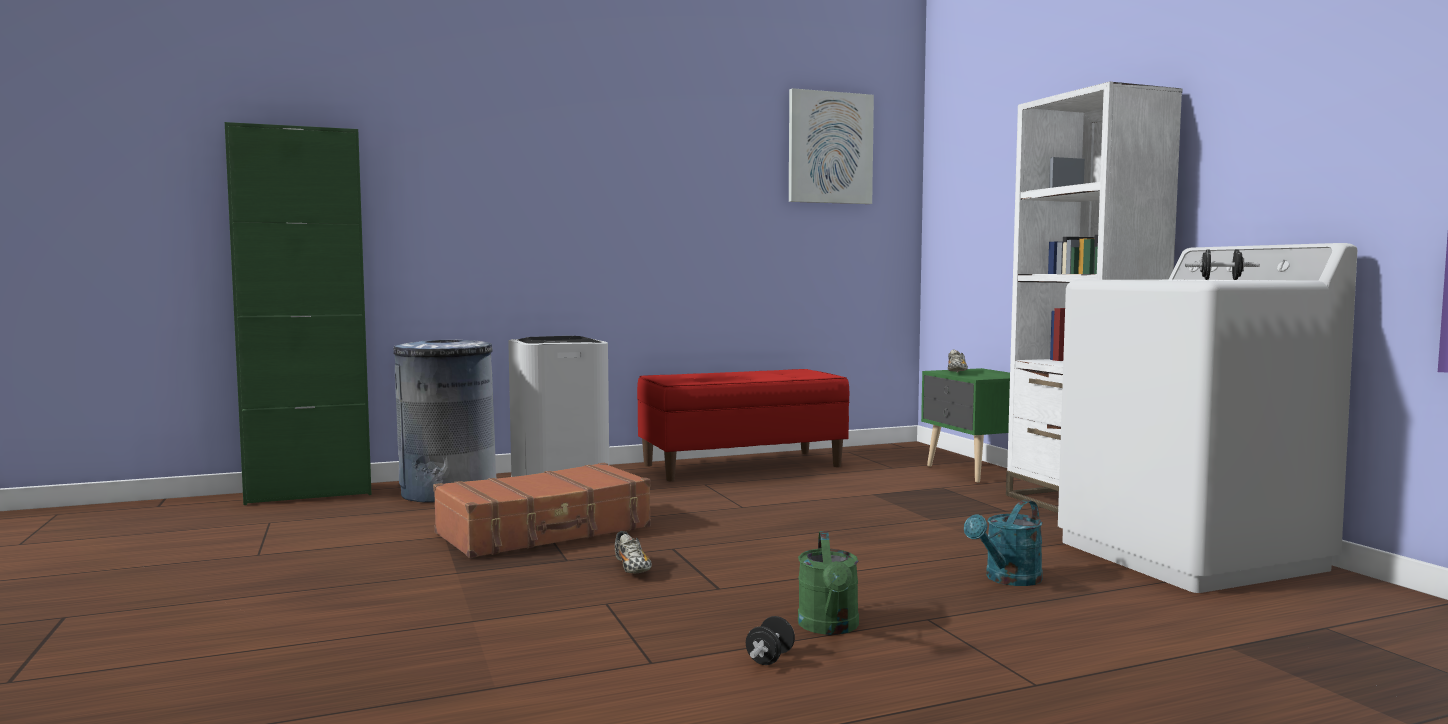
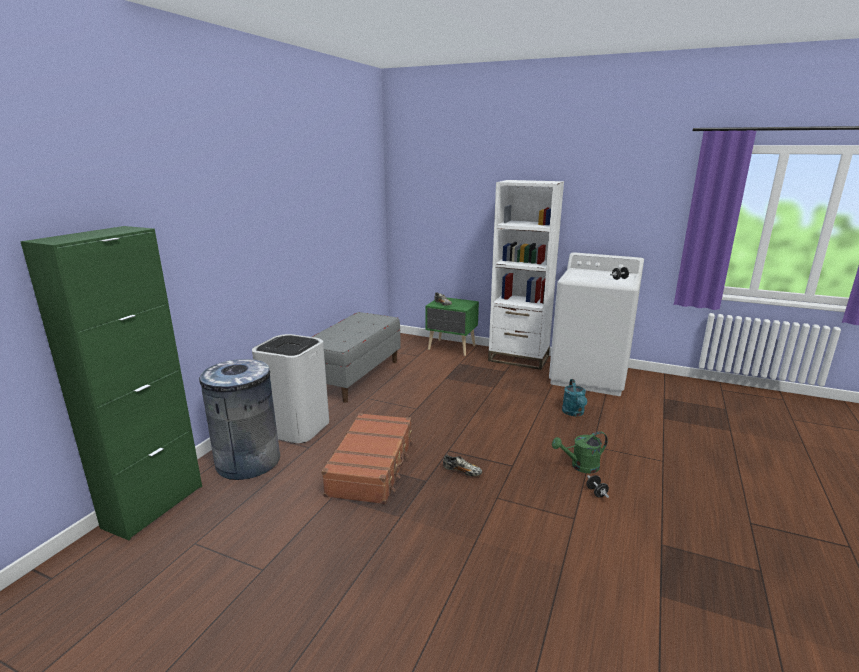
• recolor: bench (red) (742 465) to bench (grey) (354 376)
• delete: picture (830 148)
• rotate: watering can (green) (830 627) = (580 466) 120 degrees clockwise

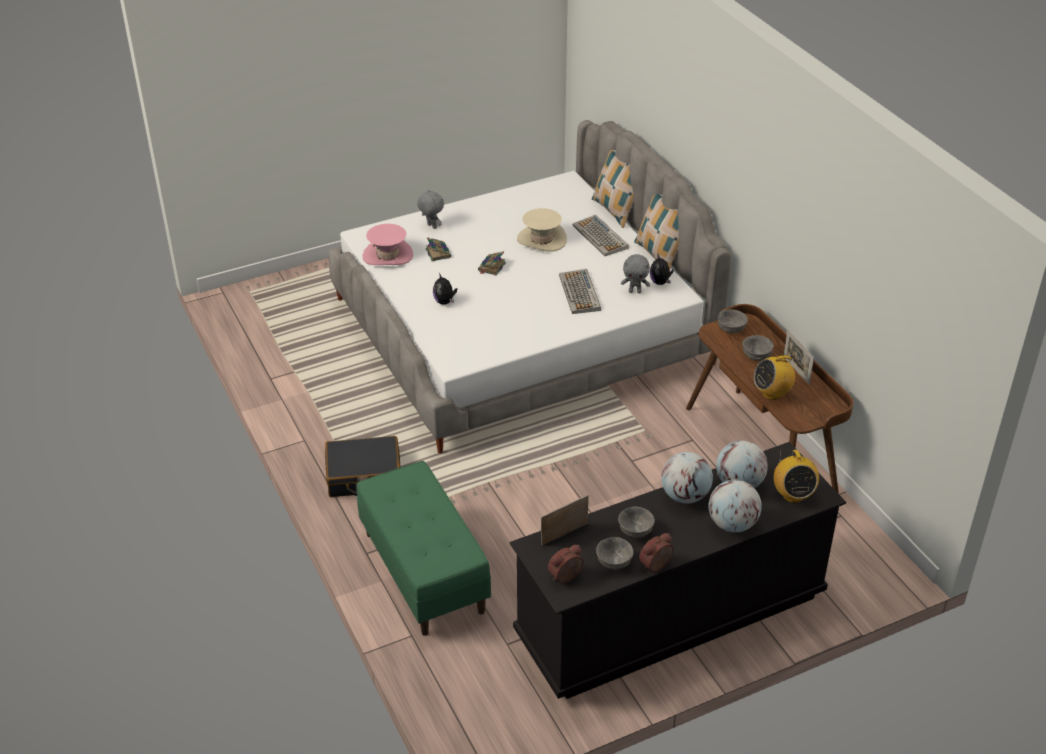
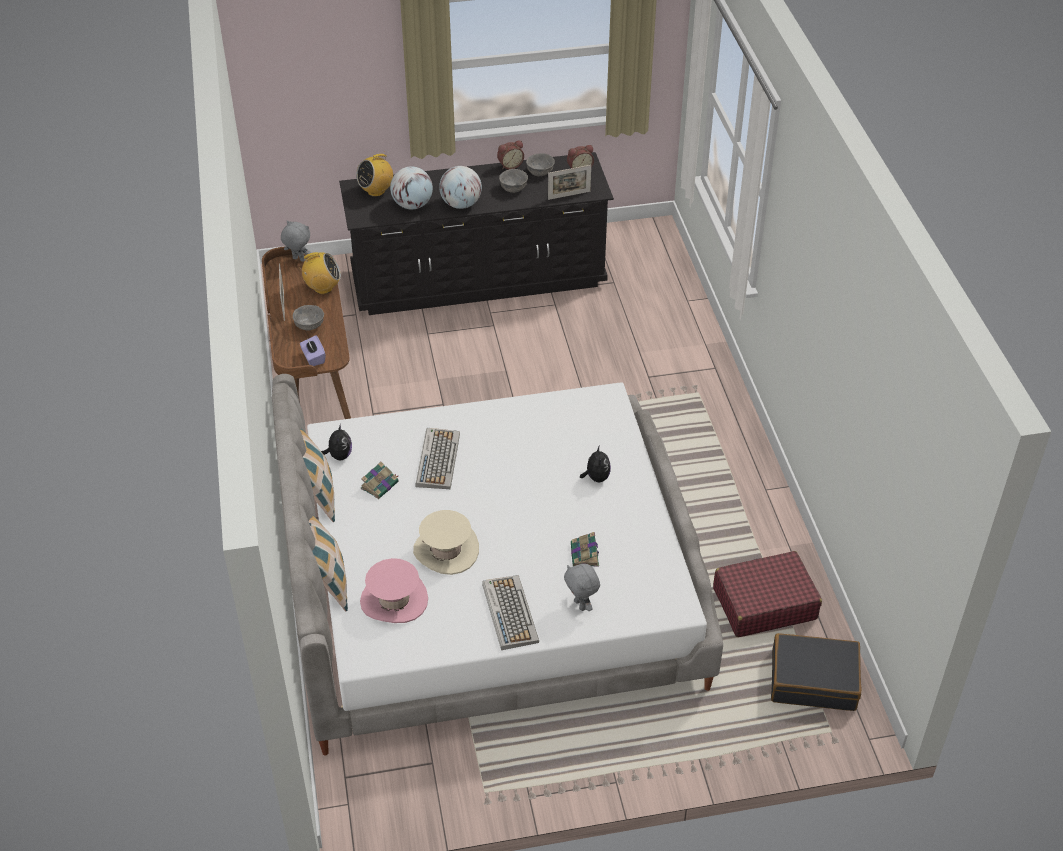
• move: suitcase (black) (364 476) to (813 680)
• delete: bench (green) (423 572)
• move: hat (pink) (387 255) to (394 600)
• move: book (491 267) to (380 485)
• move: keyboard (601 237) to (509 612)
• move: plush toy (grey) (635 291) to (298 259)
• delete: globe (732 524)
• replace: bowl (grey) (730 329) to tissue box (purple) (313 358)
• rotate: radio (793 495) = (376 191) 135 degrees counterclockwise
• insert: suitcase (red) (764 603)

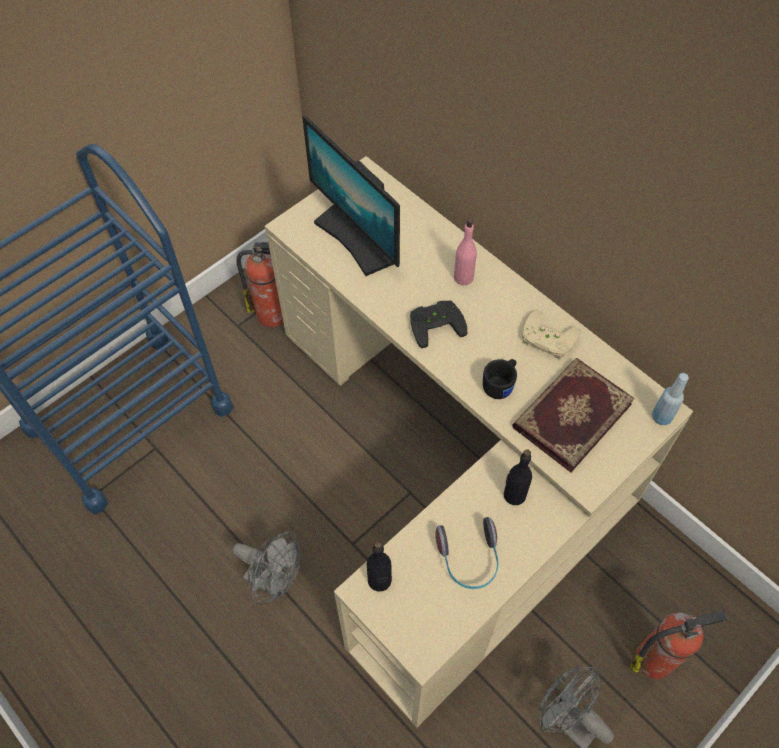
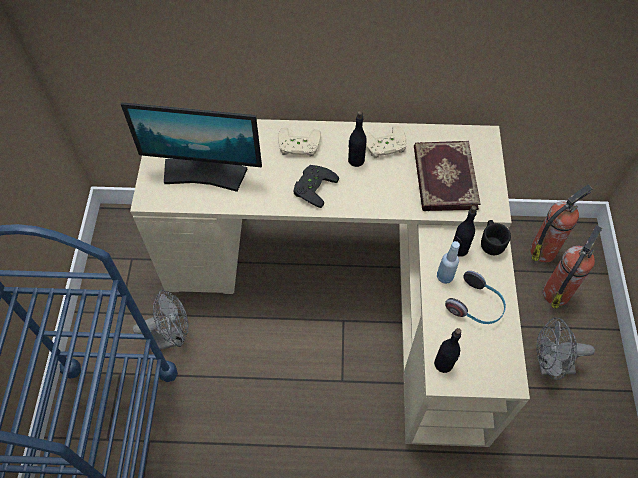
• move: fan (grey) (274 581) to (172 337)
• move: fire extinguisher (273 315) to (544 250)
• replace: bottle (pink) (463 277) to game controller (beige) (298 146)
• move: mug (black) (501 385) to (491 242)
• move: bottle (blue) (661 417) to (444 277)
• insert: bottle (black) (356 160)

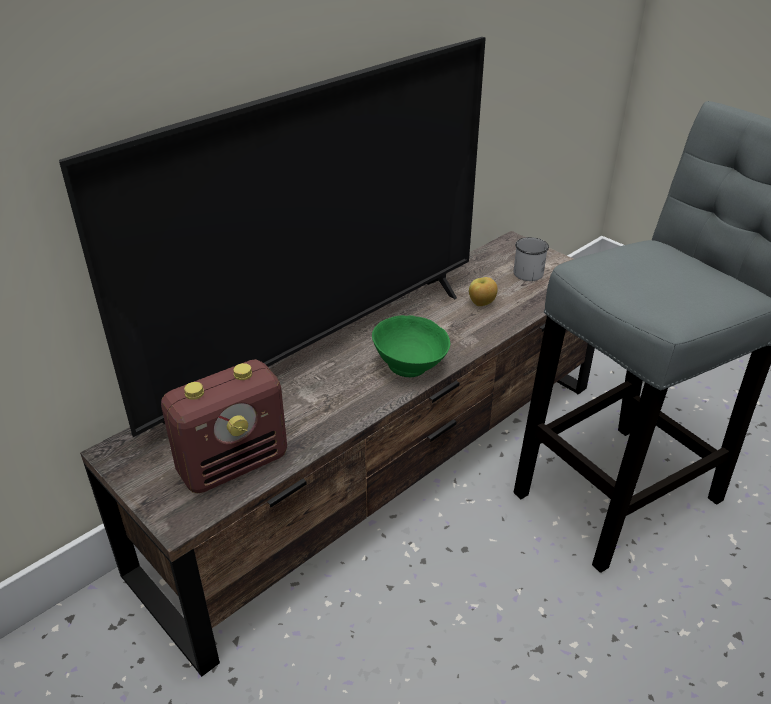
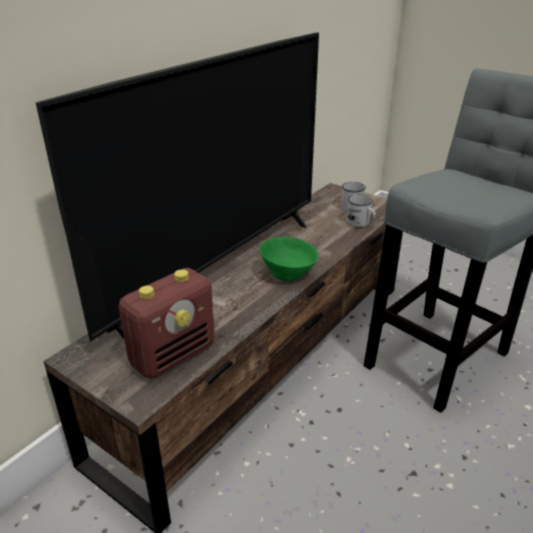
• delete: apple (481 303)
• insert: mug (white) (361 223)

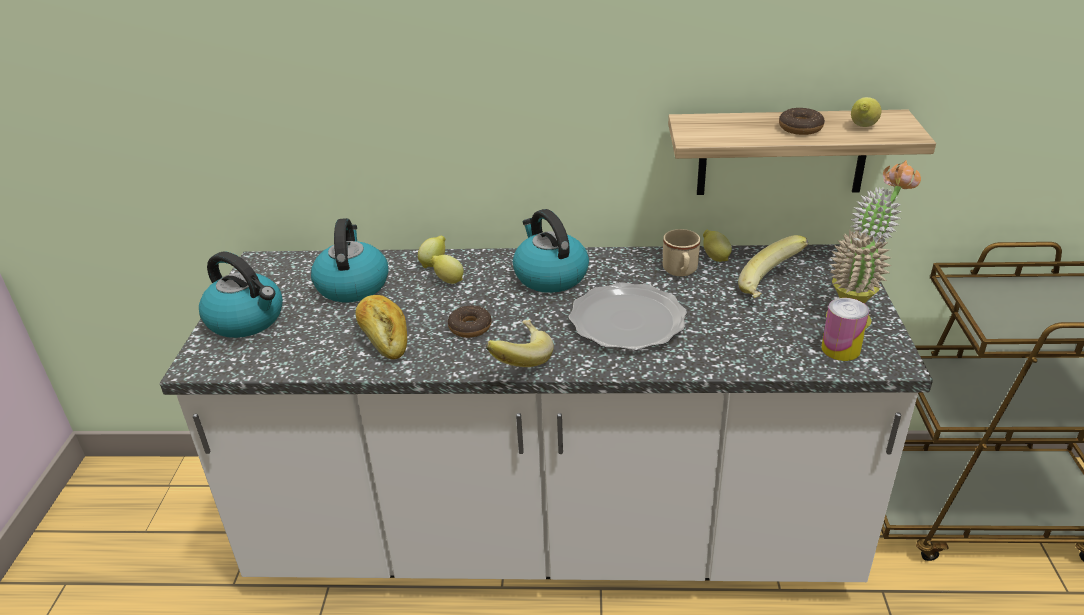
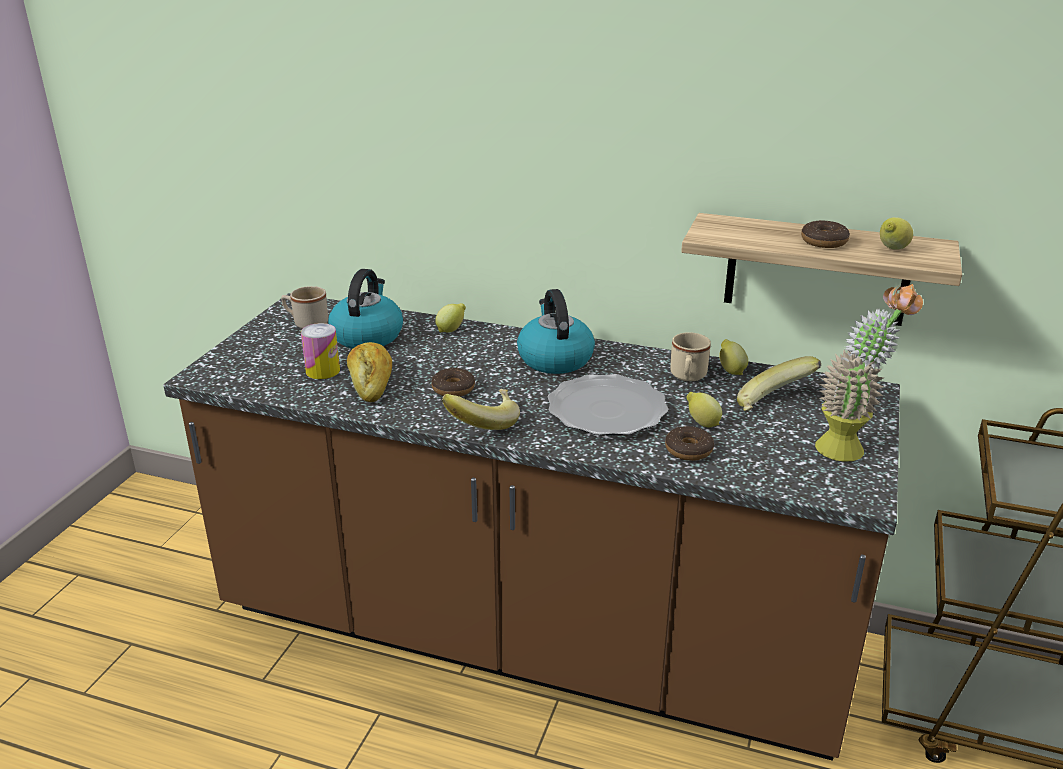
• recolor: counter (white) (552 532) to counter (brown) (531 635)
• delete: kettle (247 320)
• move: lemon (448 281) to (702 423)
• move: can (840 349) to (322 371)
• insert: mug (beige) (306 323)
• insert: donut (688 450)

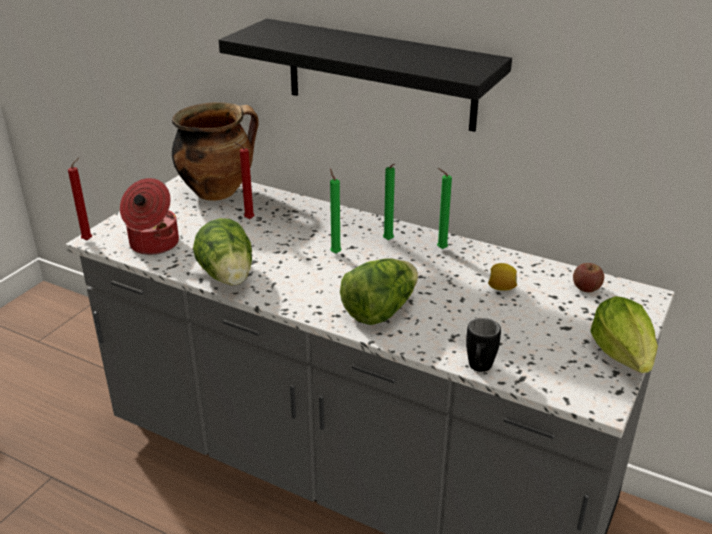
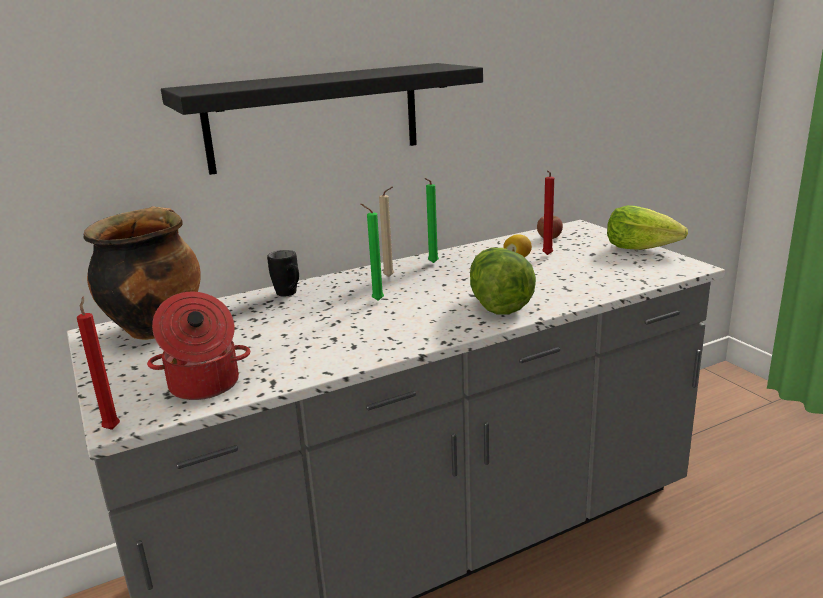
• delete: lettuce (228 277)
• move: candle (red) (247 219) to (546 255)
• recolor: candle (green) (389 241) to candle (beige) (390 277)
• move: mug (black) (478 369) to (289 294)

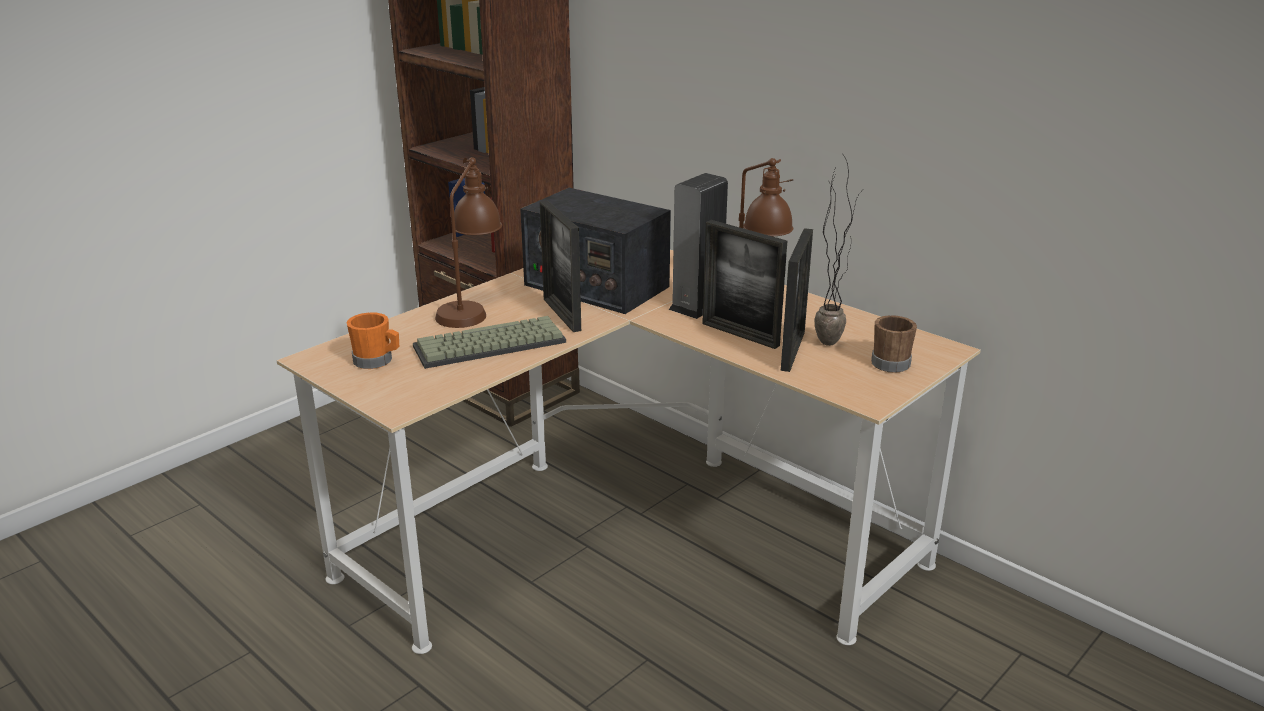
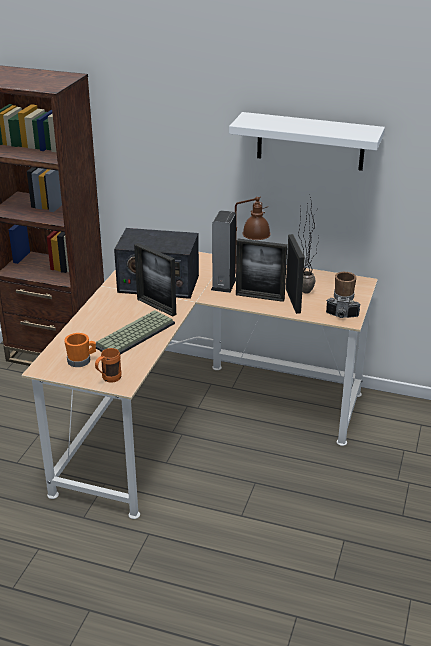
• delete: table lamp (brown) (471 308)
• insert: mug (orange) (108 379)
• insert: shelf (white) (310 141)
• insert: photo camera (341 316)

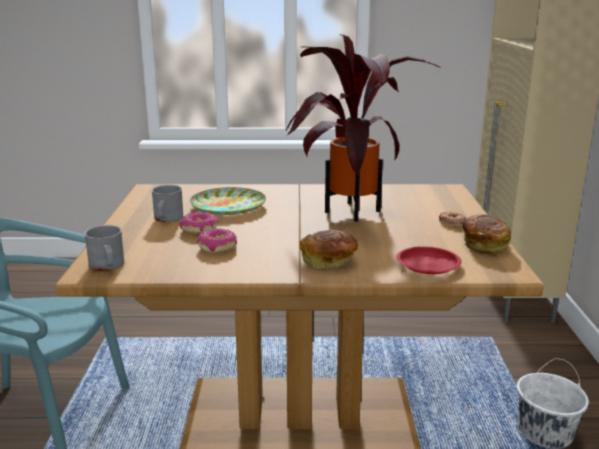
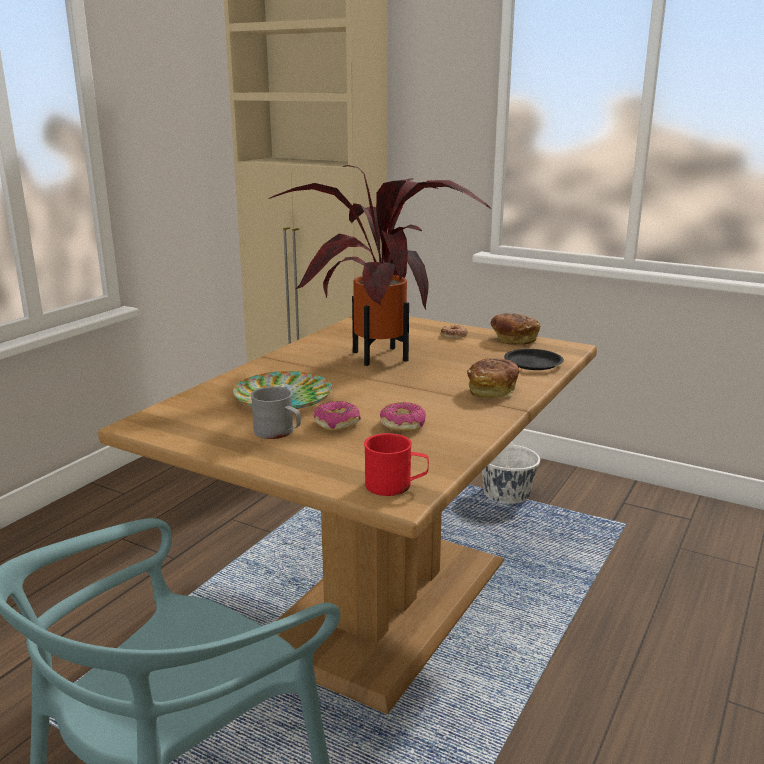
• recolor: mug (grey) (107 266) to mug (red) (396 485)
• recolor: plate (red) (427 264) to plate (black) (533 363)

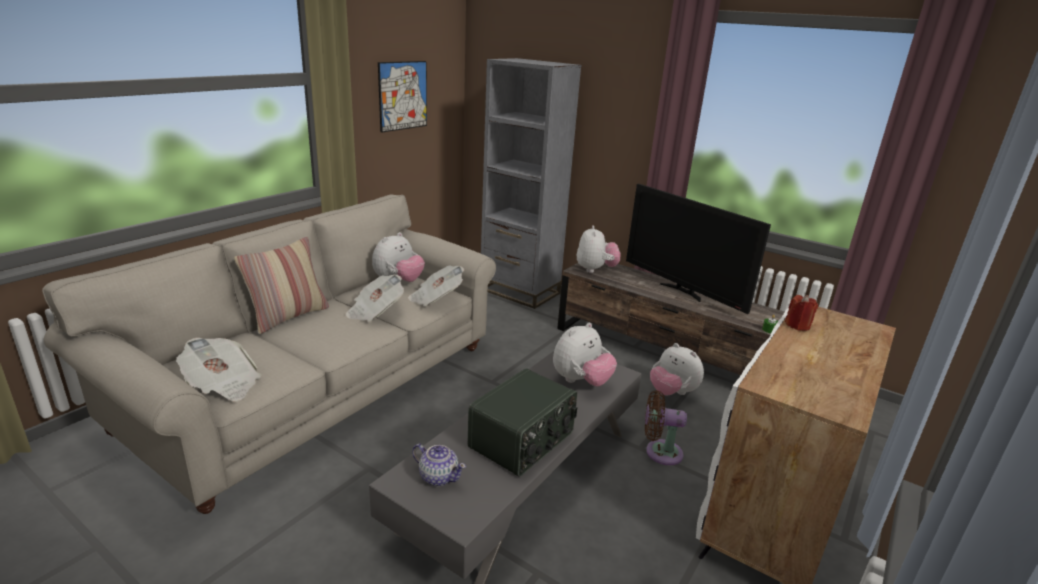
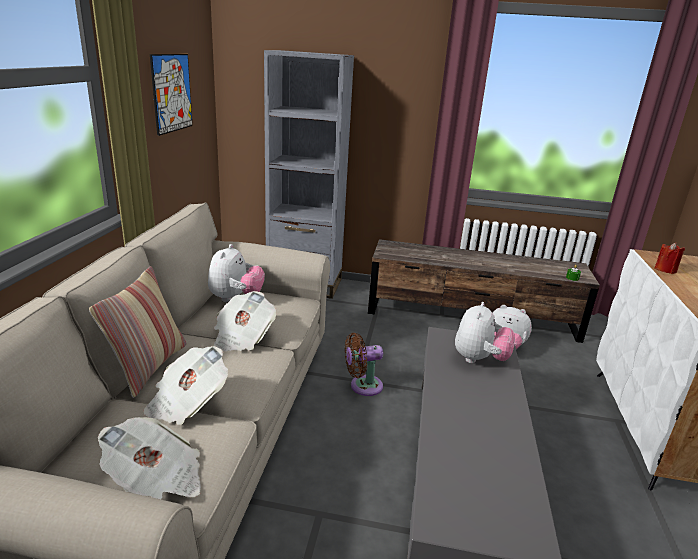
• move: newspaper (436 298) to (187 402)
• delete: teapot (438 476)
• delete: radio (523 441)
• delete: plush toy (595 270)
• delete: television (682 291)
• move: fan (brown) (659 452) to (362 386)

